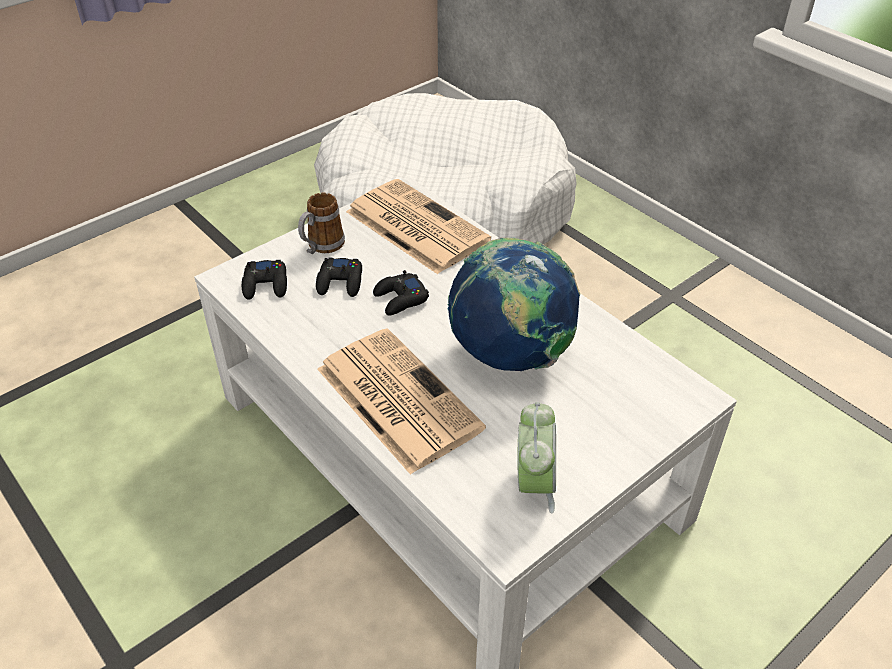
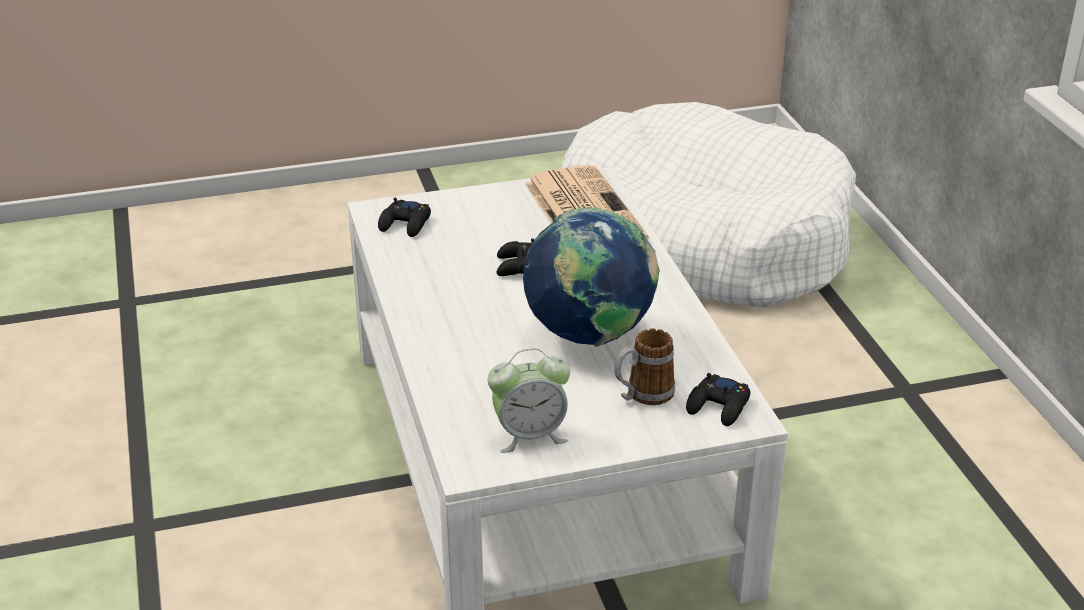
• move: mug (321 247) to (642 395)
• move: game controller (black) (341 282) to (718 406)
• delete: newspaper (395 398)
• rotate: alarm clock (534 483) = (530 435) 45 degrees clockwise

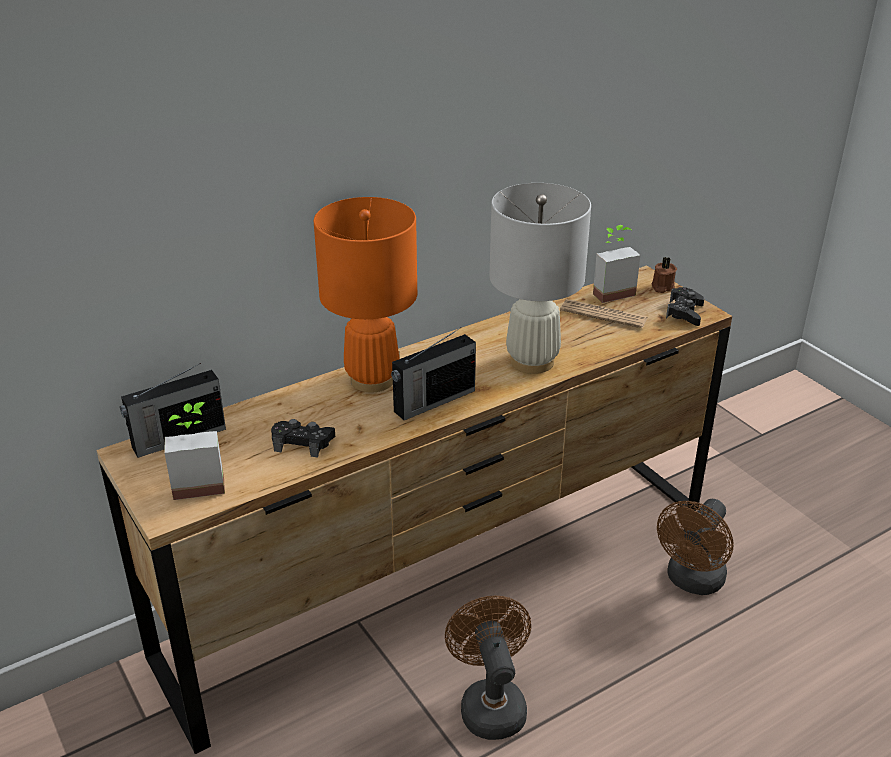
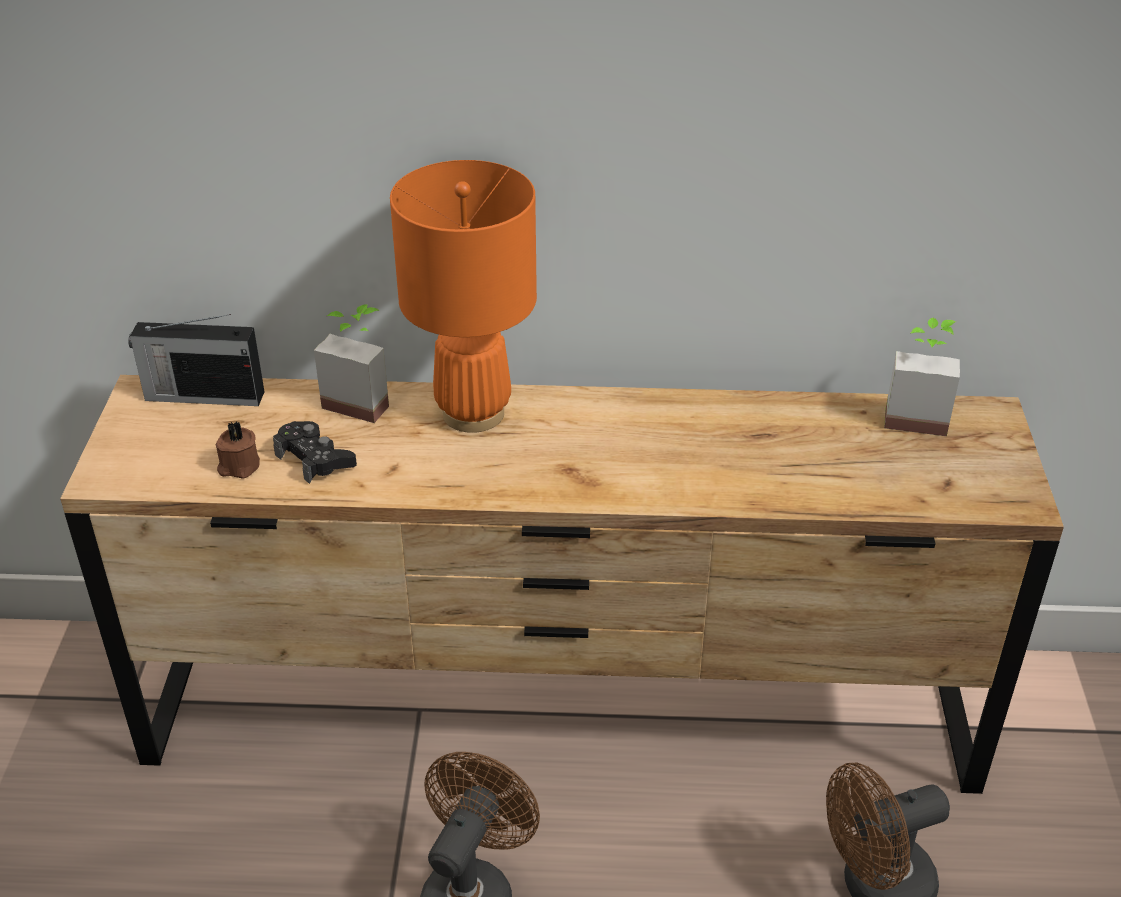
• move: potted plant (198 482) to (361 400)
• delete: radio (433 401)
• delete: table lamp (white) (532 361)
• delete: newspaper (603 314)
• move: candle (brown) (662 287) to (239 466)
• delete: game controller (black) (684 312)

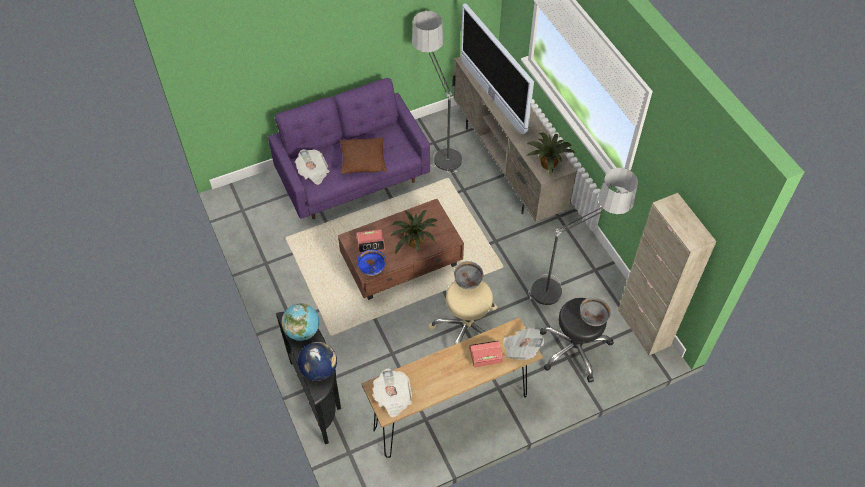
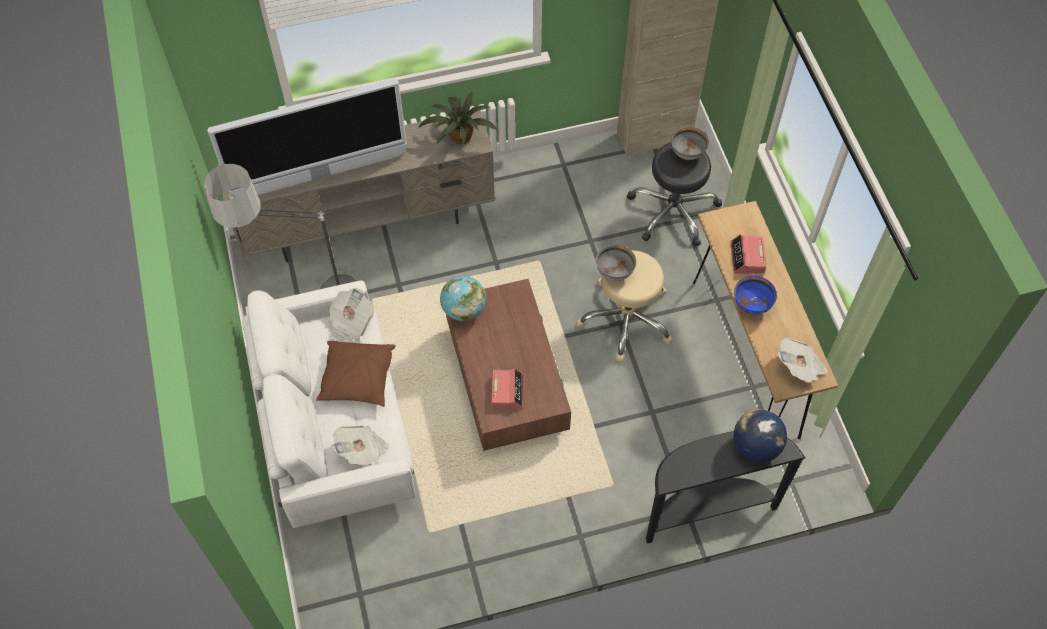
• recolor: sofa (purple) (353 177) to sofa (white) (336 424)
• move: globe (302 331) to (463 310)
• move: bowl (blue) (371 270) to (751 305)
• delete: potted plant (414 243)
• move: newspaper (521 348) to (350 323)
• delete: floor lamp (569 285)

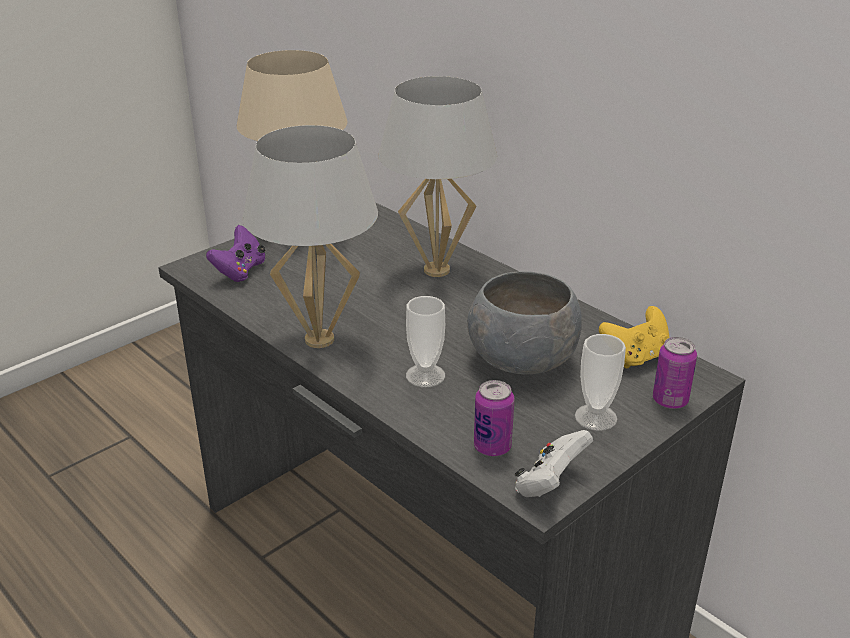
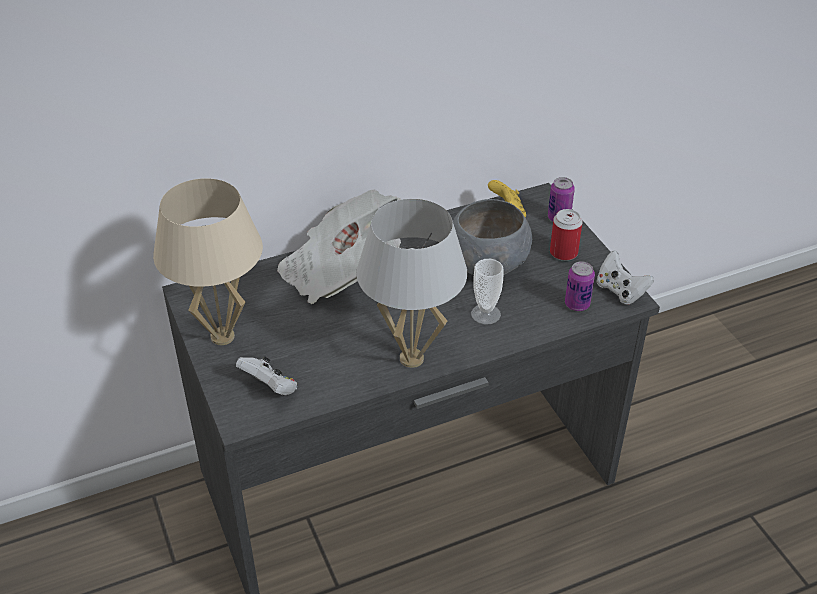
• recolor: game controller (purple) (240 271) to game controller (white) (270 388)
• replace: table lamp (white) (437 270) to newspaper (342 271)
• replace: cup (595 417) to can (563 252)

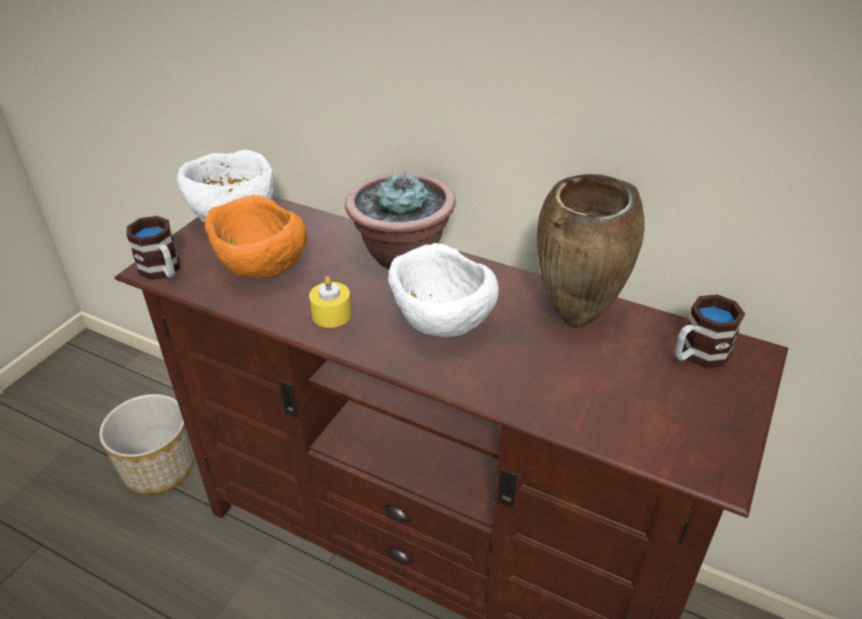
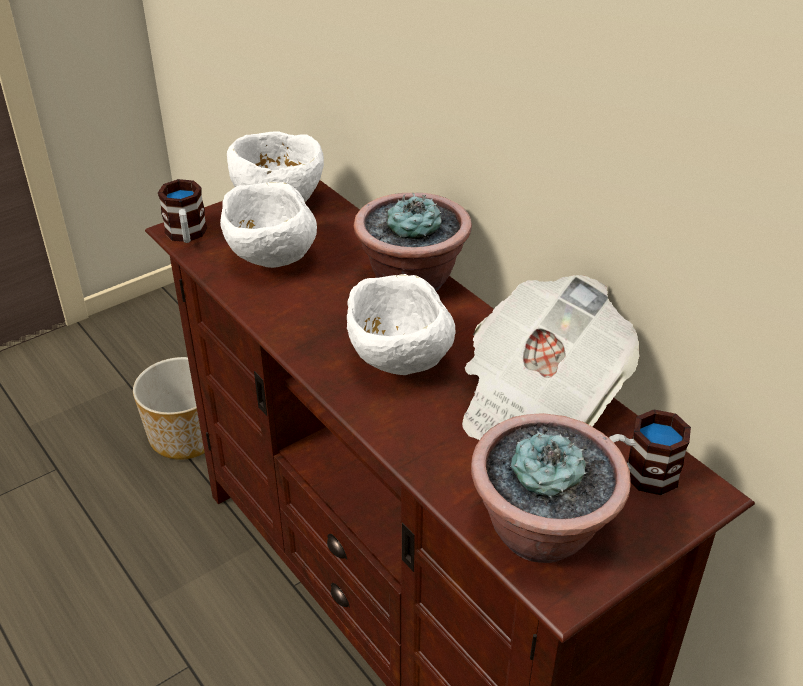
• recolor: bowl (orange) (262 271) to bowl (white) (271 259)
• delete: candle (yellow) (331 314)
• replace: vase (brown) (576 321) to newspaper (537 399)
• insert: potted plant (542 531)

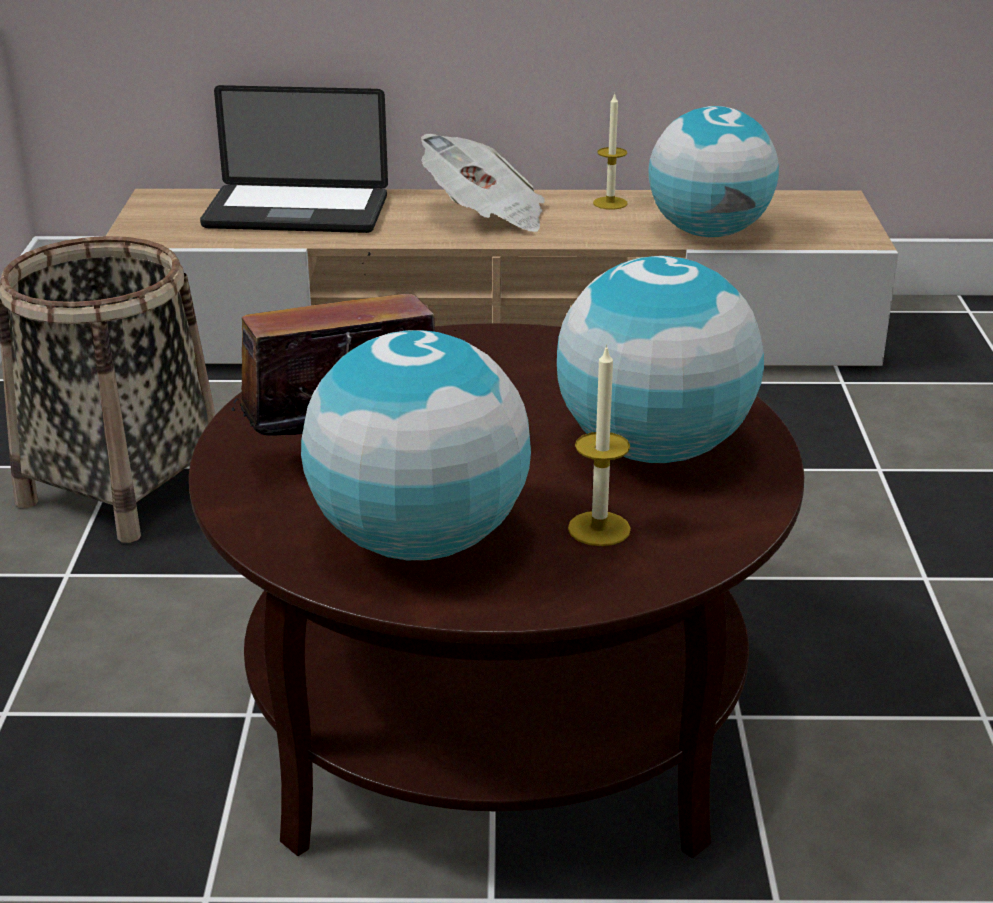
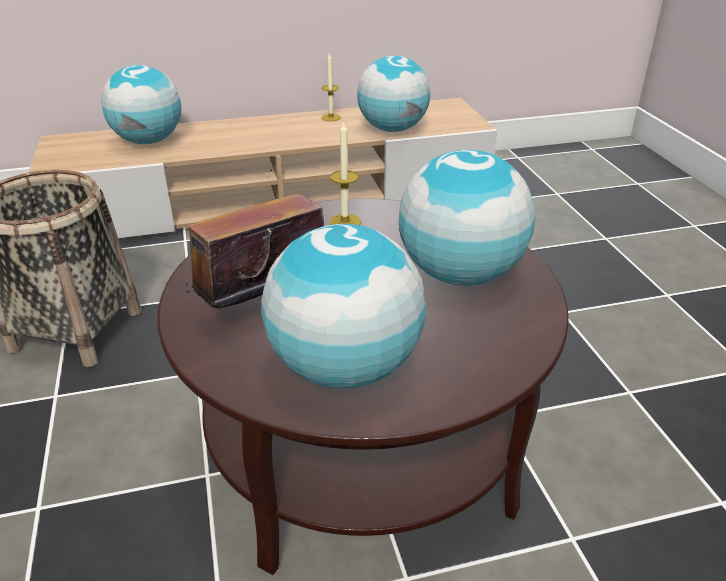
• replace: laptop (296 212) to globe (148 141)
• delete: newspaper (485 216)
• move: candle (599 529) to (345 222)

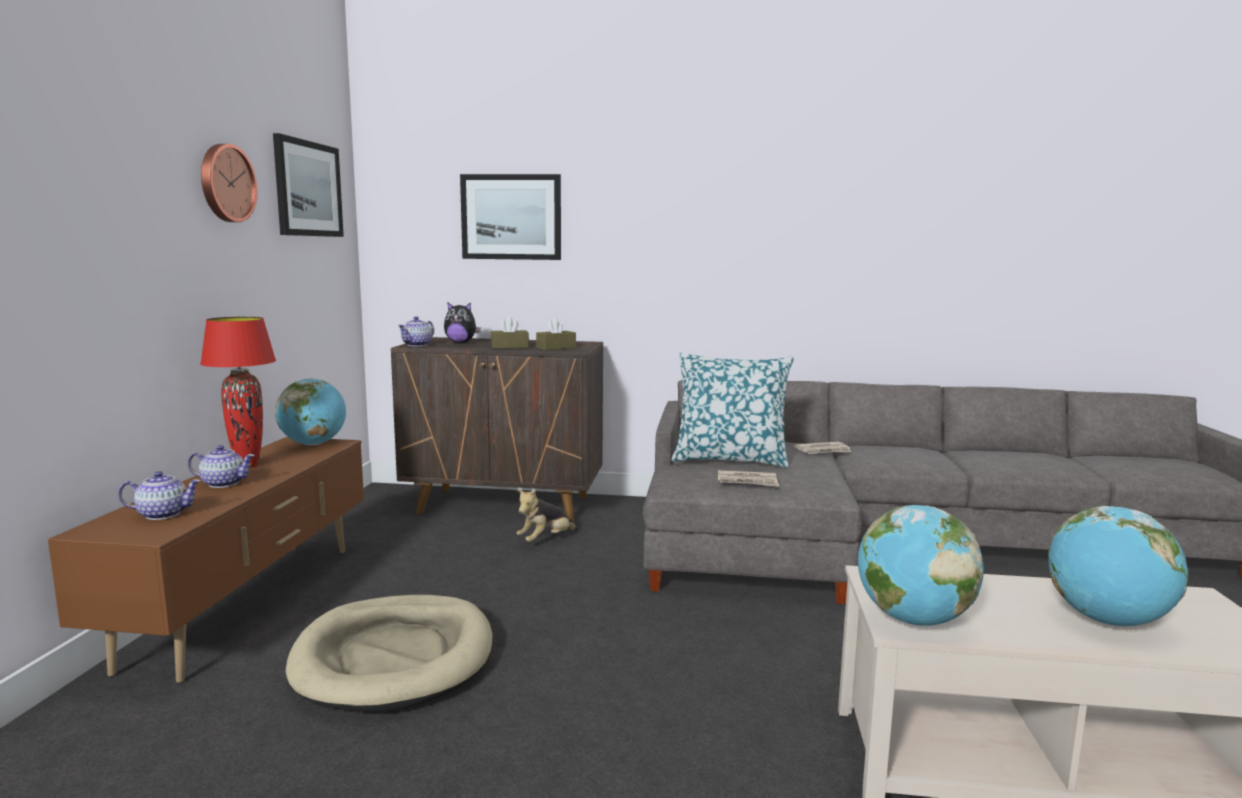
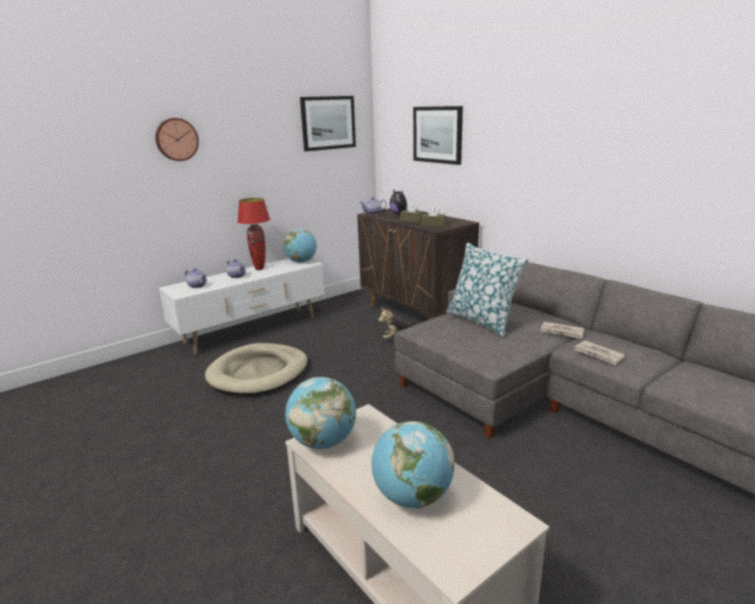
• recolor: tv stand (brown) (249 603) to tv stand (white) (252 331)
• move: wall clock (226 183) to (176 139)
• move: newspaper (748 481) to (598 354)

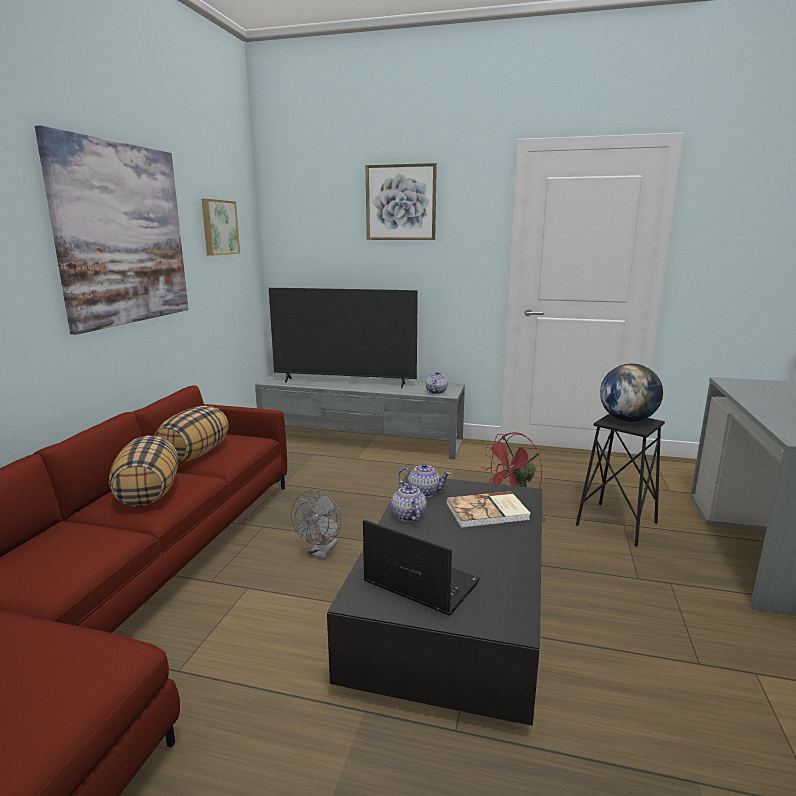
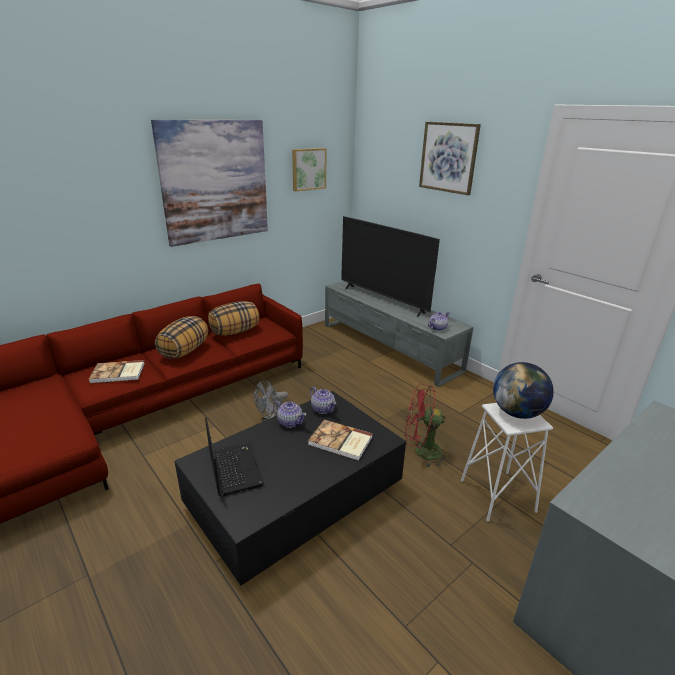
• rotate: teapot (408 516) = (289 422) 105 degrees clockwise
• recolor: stool (black) (616 524) to stool (white) (497 495)
• insert: book (118 373)

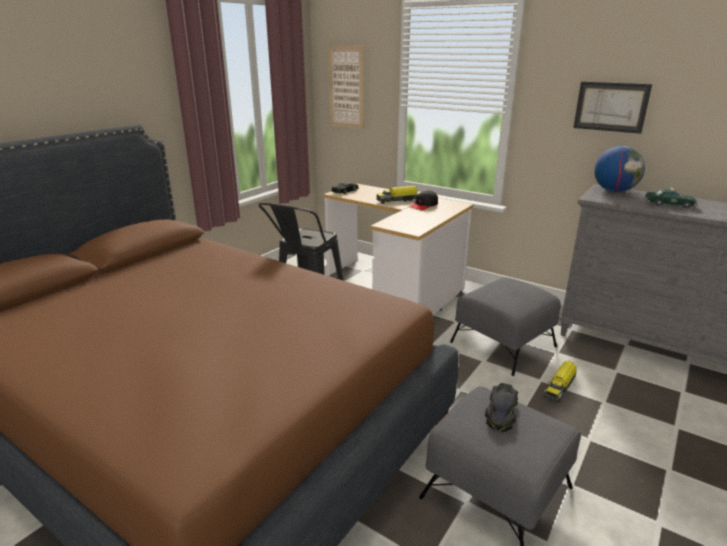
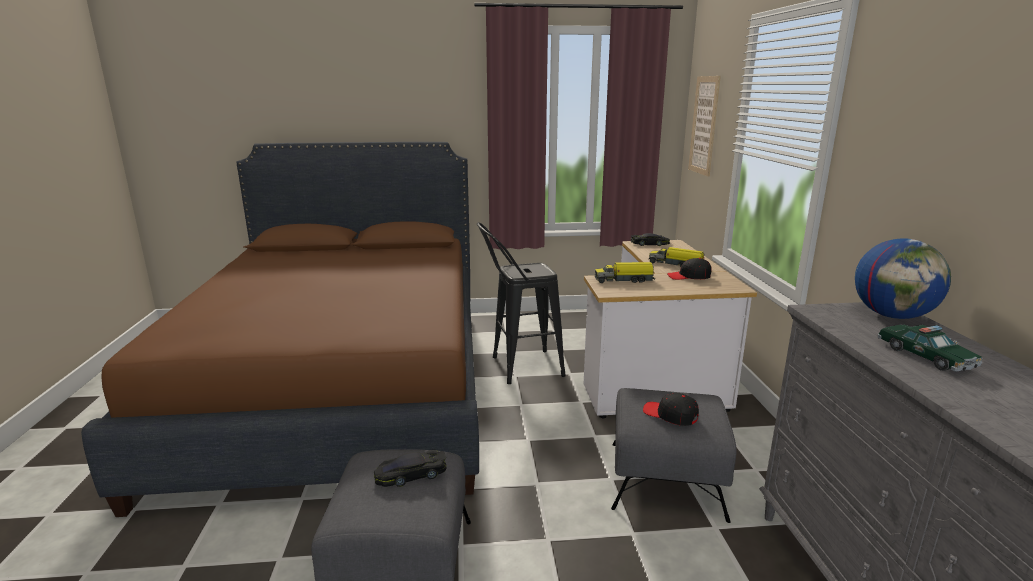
• move: toy truck (560 386) to (624 280)
• delete: picture (611 107)
• insert: cap (black) (670 415)

